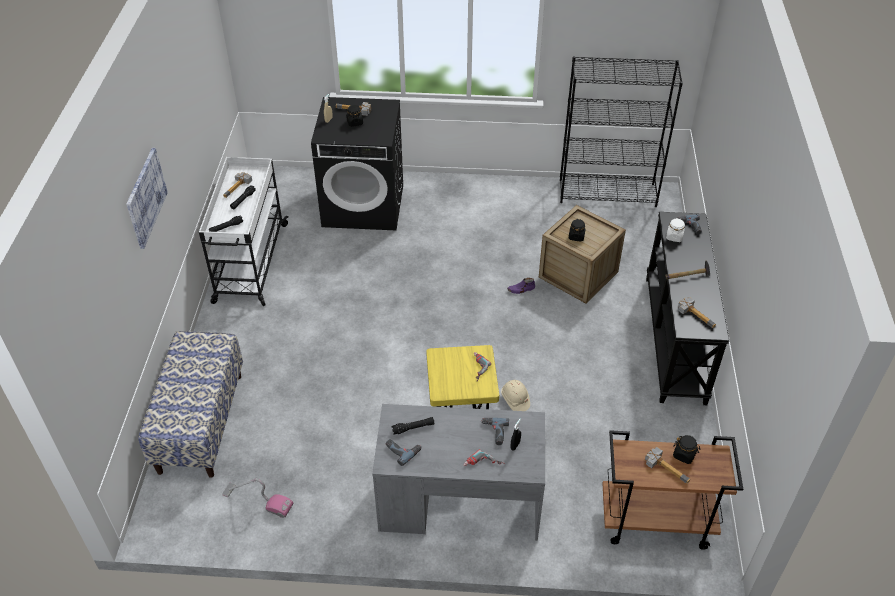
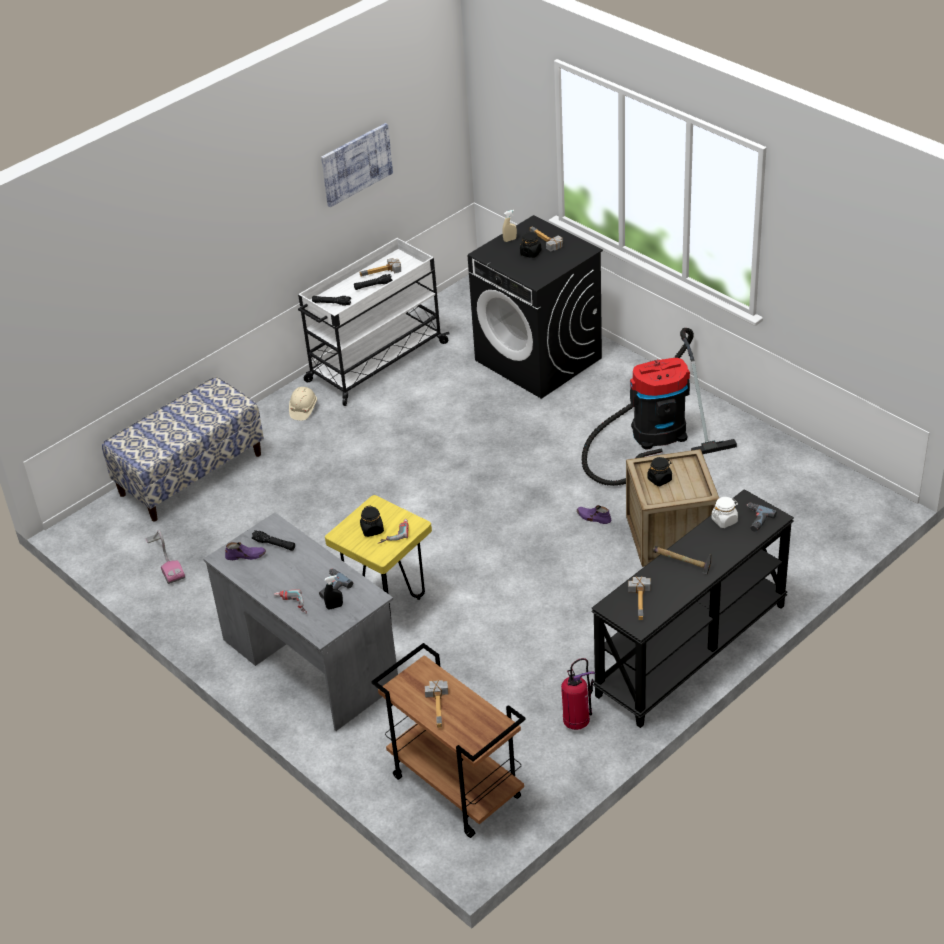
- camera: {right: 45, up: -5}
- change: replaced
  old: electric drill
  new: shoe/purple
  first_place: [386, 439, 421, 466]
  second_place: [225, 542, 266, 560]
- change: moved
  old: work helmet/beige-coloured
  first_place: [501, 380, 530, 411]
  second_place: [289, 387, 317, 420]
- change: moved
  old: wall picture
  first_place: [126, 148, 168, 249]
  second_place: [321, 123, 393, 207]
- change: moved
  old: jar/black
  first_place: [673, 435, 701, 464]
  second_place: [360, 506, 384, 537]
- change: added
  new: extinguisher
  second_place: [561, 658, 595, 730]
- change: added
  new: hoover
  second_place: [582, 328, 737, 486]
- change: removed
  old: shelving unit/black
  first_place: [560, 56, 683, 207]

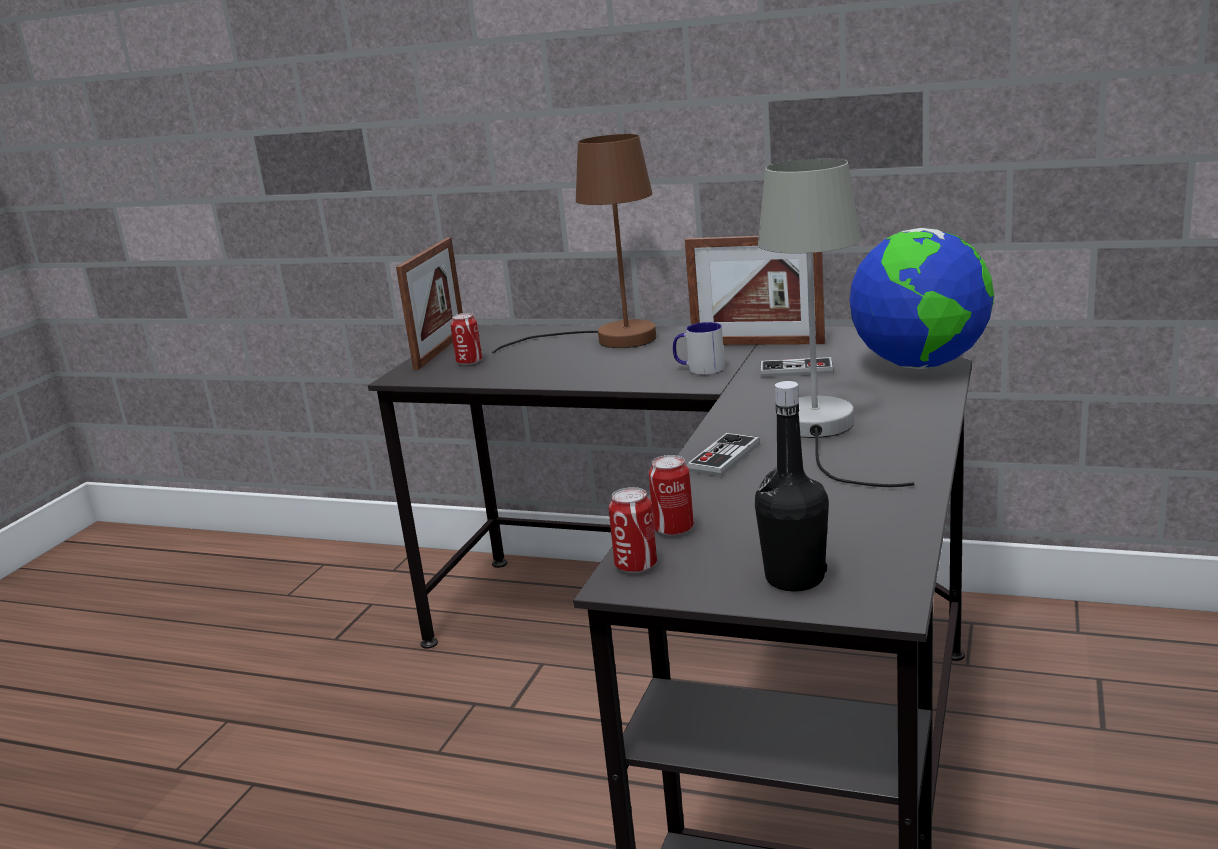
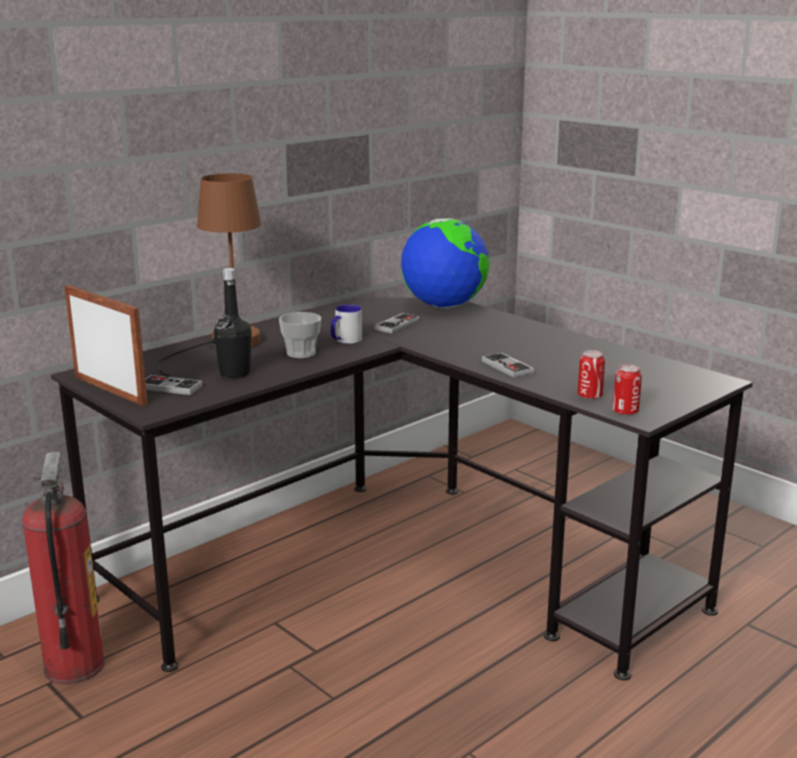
- camera: {right: -65, up: 0}
- change: added
  new: extinguisher
  second_place: [22, 452, 105, 684]
- change: replaced
  old: can
  new: game controller
  first_place: [451, 313, 482, 365]
  second_place: [145, 375, 203, 395]
- change: moved
  old: beverage bottle/black
  first_place: [755, 381, 829, 592]
  second_place: [214, 268, 252, 378]
- change: added
  new: cup
  second_place: [279, 312, 321, 358]
- change: removed
  old: picture frame
  first_place: [685, 236, 825, 345]
- change: removed
  old: tabletop lamp/gray
  first_place: [758, 158, 914, 487]

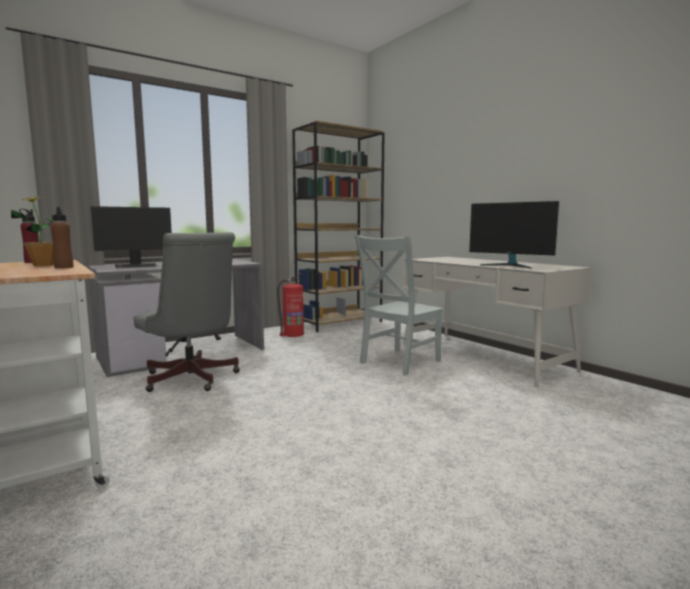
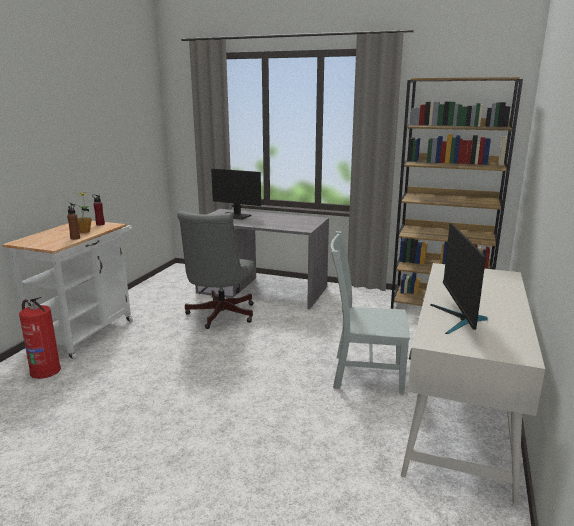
- camera: {right: 55, up: 10}
- change: moved
  old: extinguisher
  first_place: [277, 273, 304, 337]
  second_place: [19, 297, 61, 379]

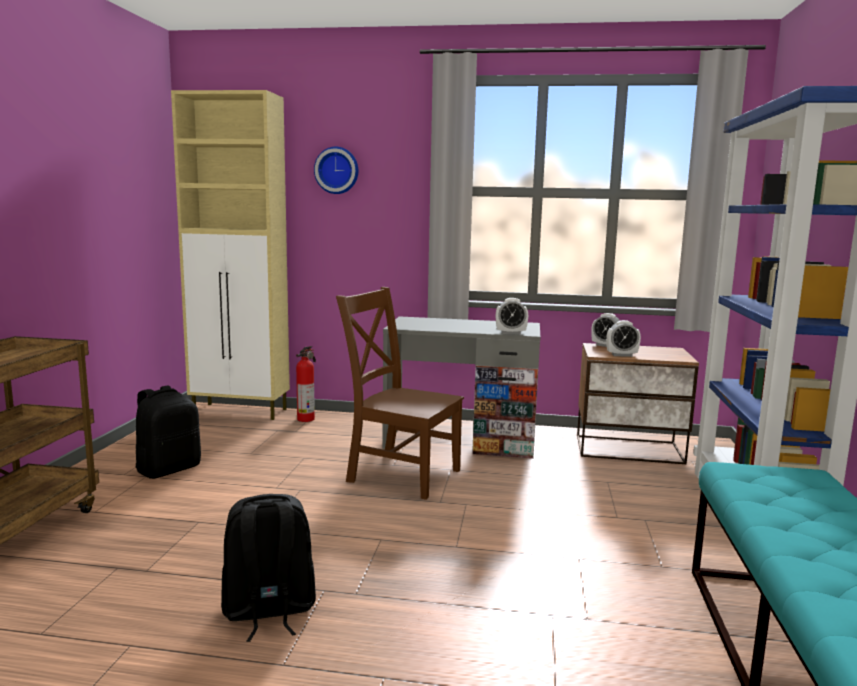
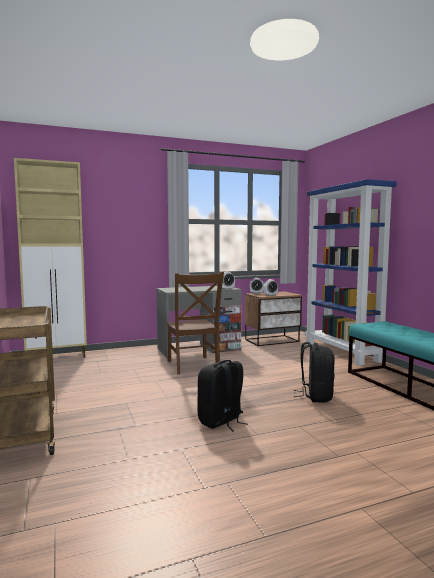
- camera: {right: -30, up: -5}
- change: turned
  old: upright chair/brown
  first_place: [336, 287, 464, 500]
  second_place: [166, 272, 224, 375]
  degrees: -105
- change: moved
  old: knapsack/black
  first_place: [135, 385, 201, 479]
  second_place: [293, 342, 335, 403]
- change: removed
  old: extinguisher
  first_place: [296, 346, 316, 422]
- change: removed
  old: clock on the wall
  first_place: [314, 147, 358, 194]

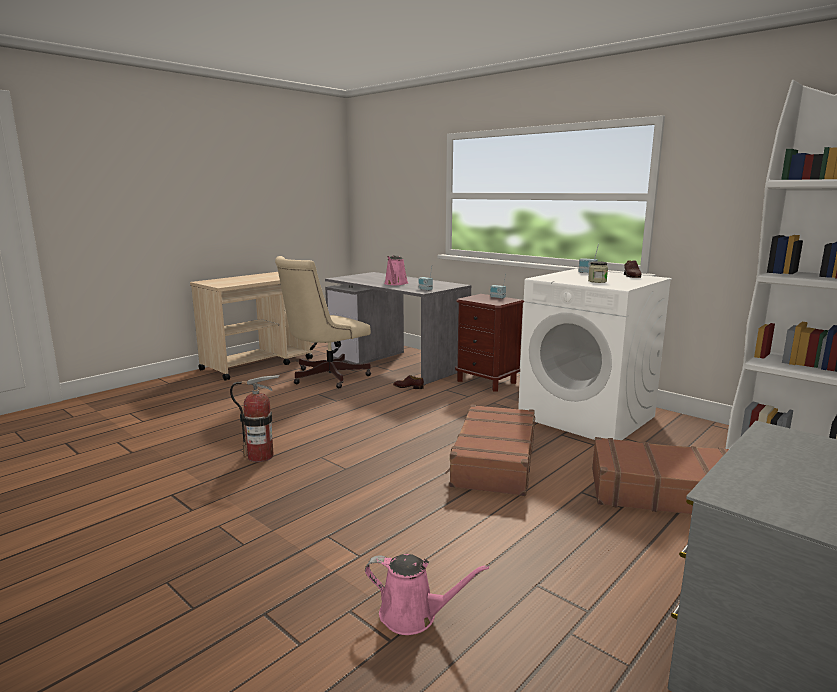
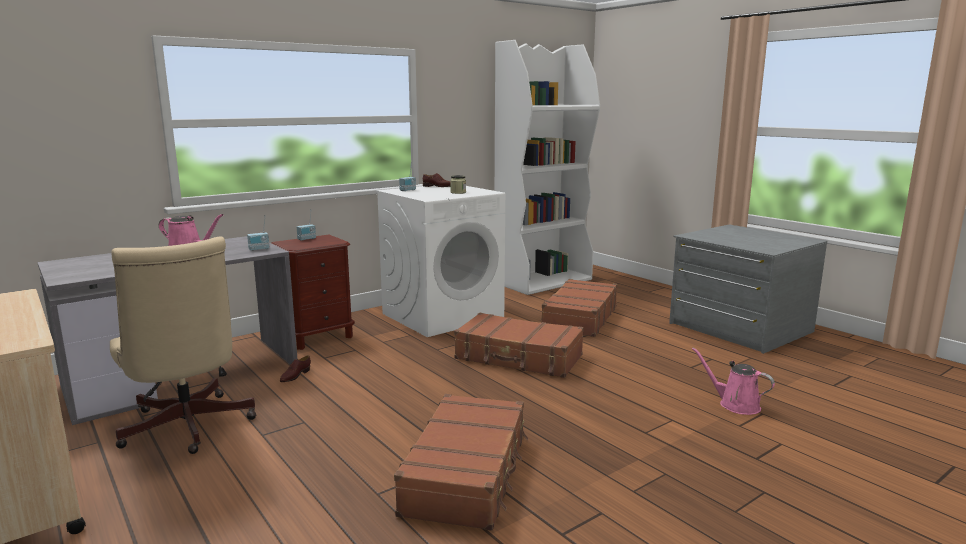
- camera: {right: -80, up: 0}
- change: replaced
  old: extinguisher
  new: suitcase/brown
  first_place: [230, 375, 280, 462]
  second_place: [394, 394, 528, 531]
- change: turned
  old: sprinkling can/pink
  first_place: [365, 554, 489, 635]
  second_place: [692, 348, 775, 415]
  degrees: -75

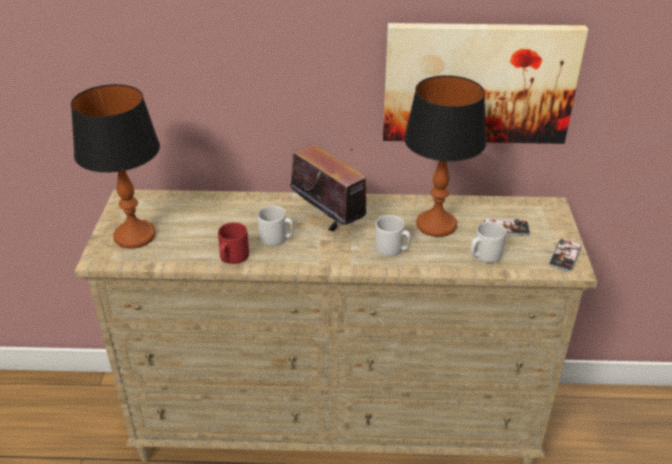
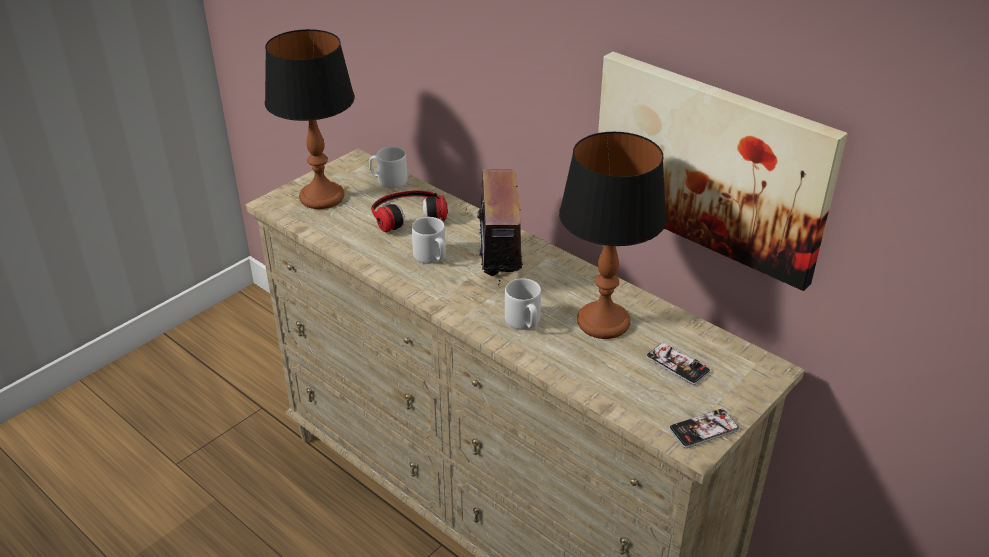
- camera: {right: 40, up: 0}
- change: moved
  old: mug/gray
  first_place: [470, 221, 506, 263]
  second_place: [369, 147, 408, 189]
- change: added
  new: pair of headphones
  second_place: [371, 190, 448, 232]
- change: removed
  old: mug/red-coloured
  first_place: [218, 222, 249, 264]

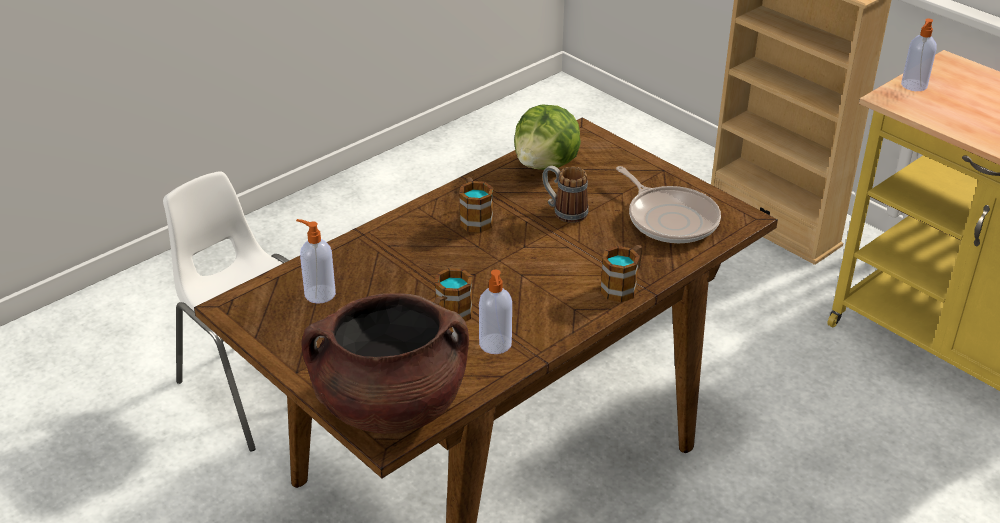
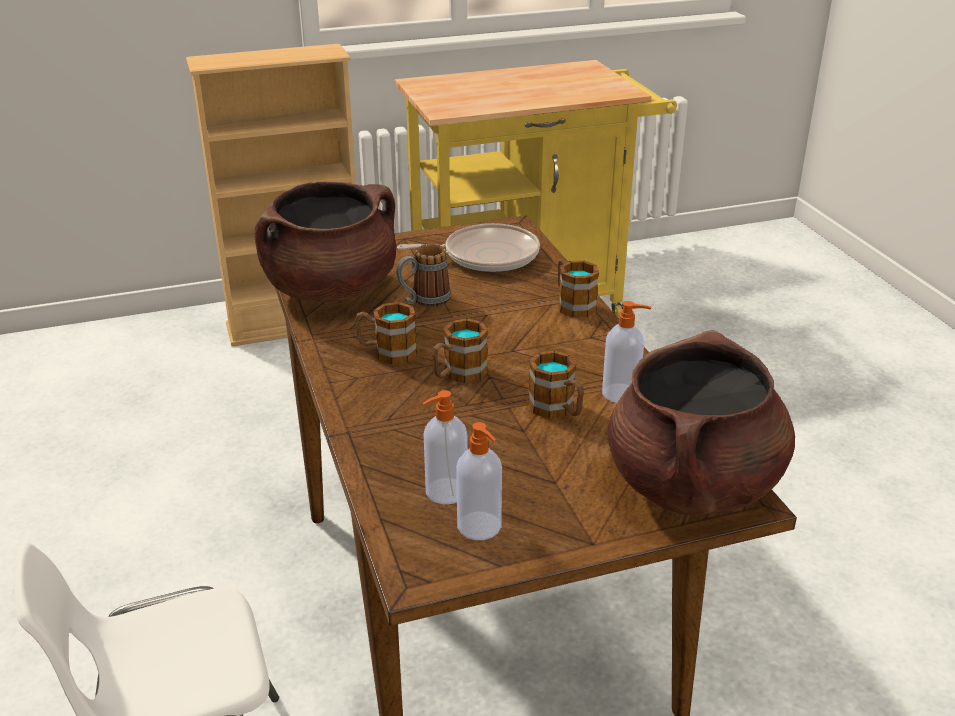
- camera: {right: -65, up: -5}
- change: replaced
  old: lettuce head
  new: saucepot/brown
  first_place: [514, 104, 581, 170]
  second_place: [255, 182, 396, 303]
- change: added
  new: mug
  second_place: [432, 318, 488, 383]
- change: moved
  old: soap bottle
  first_place: [901, 19, 937, 91]
  second_place: [456, 422, 502, 540]

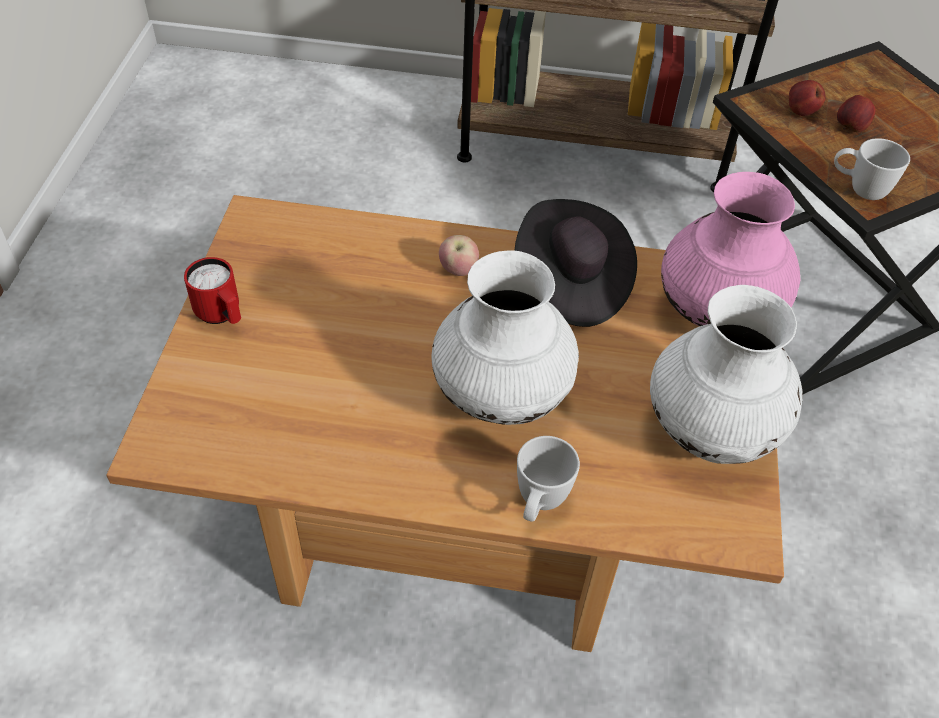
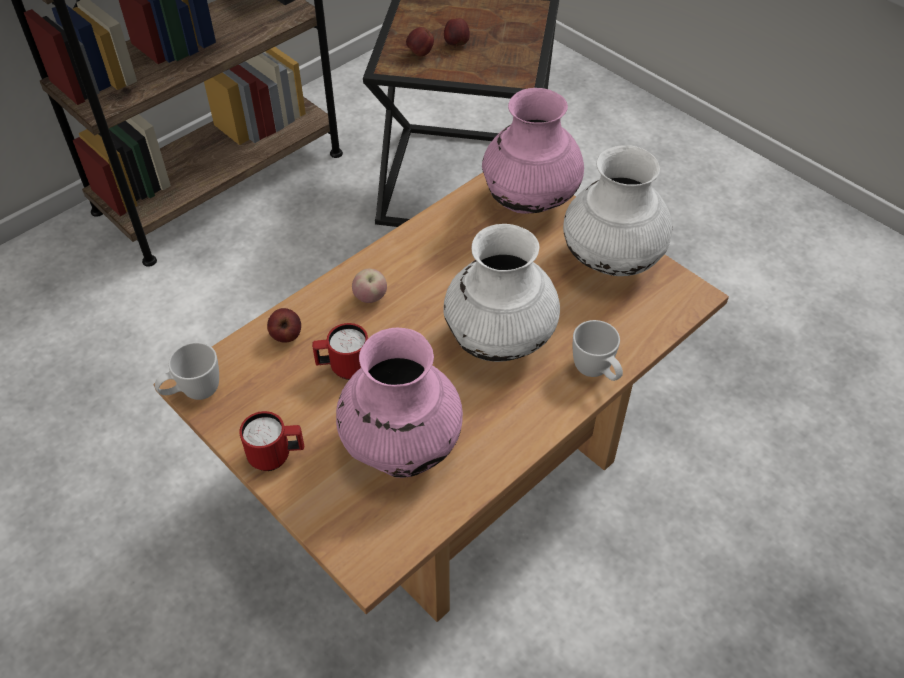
- camera: {right: -50, up: 0}
- change: moved
  old: mug/whitish
  first_place: [834, 138, 910, 200]
  second_place: [155, 342, 219, 400]
- change: added
  new: whole apple
  second_place: [267, 308, 301, 343]
- change: added
  new: mug/red-coloured
  second_place: [312, 323, 368, 380]
- change: added
  new: decorative vase/pink
  second_place: [336, 328, 463, 478]
- change: removed
  old: wearable hat/black
  first_place: [515, 199, 637, 327]

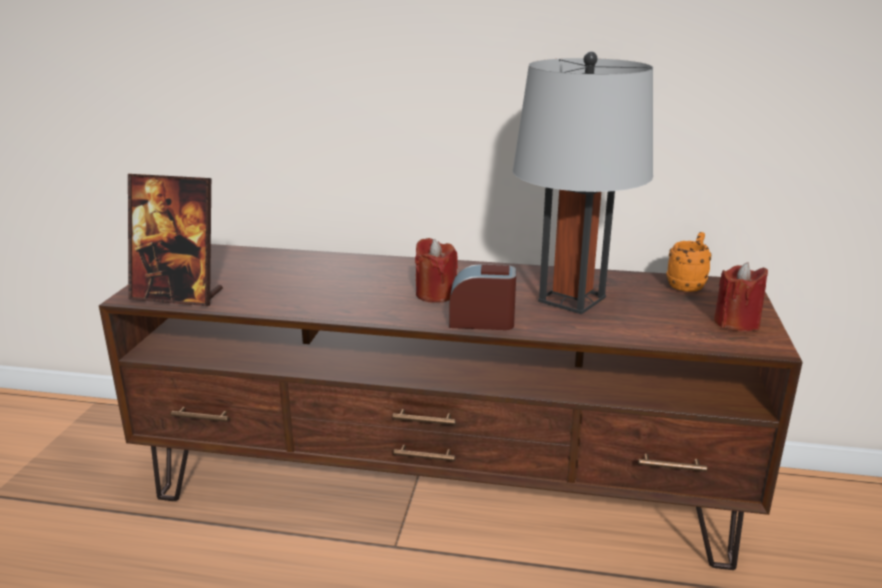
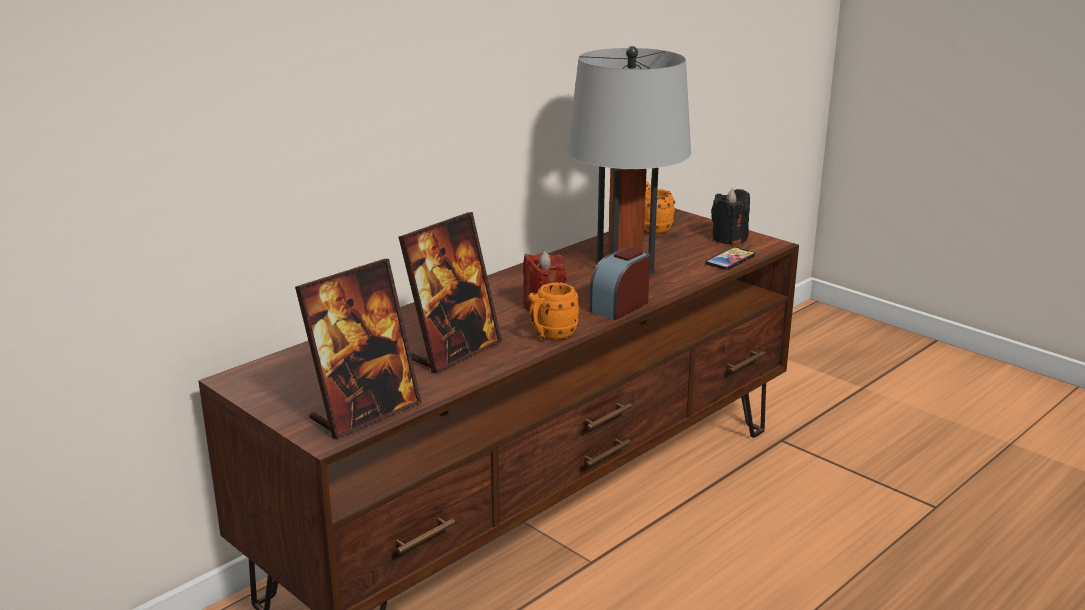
- camera: {right: -55, up: 0}
- change: added
  new: picture frame
  second_place: [399, 212, 502, 373]
- change: added
  new: mug/orangey
  second_place: [528, 282, 580, 340]
- change: added
  new: handset
  second_place: [706, 247, 755, 270]
- change: recoloured
  old: wax candle/red-coloured
  new: wax candle/black
  first_place: [714, 262, 768, 332]
  second_place: [711, 188, 750, 245]

